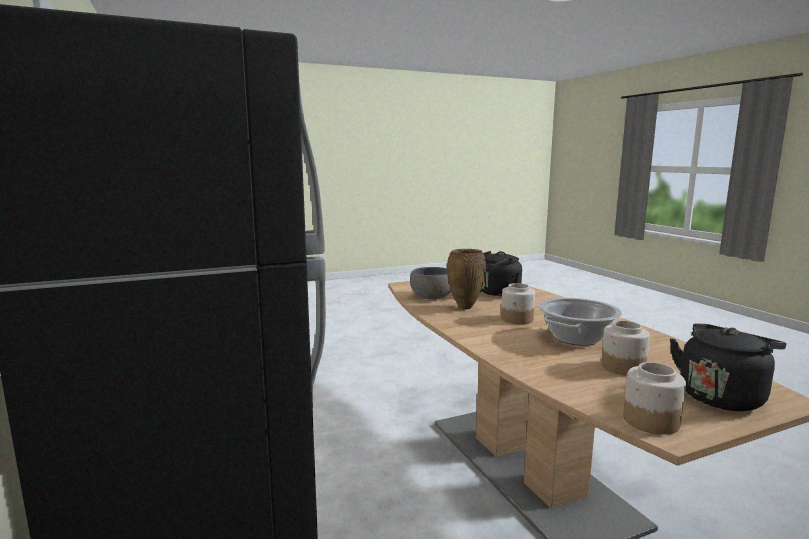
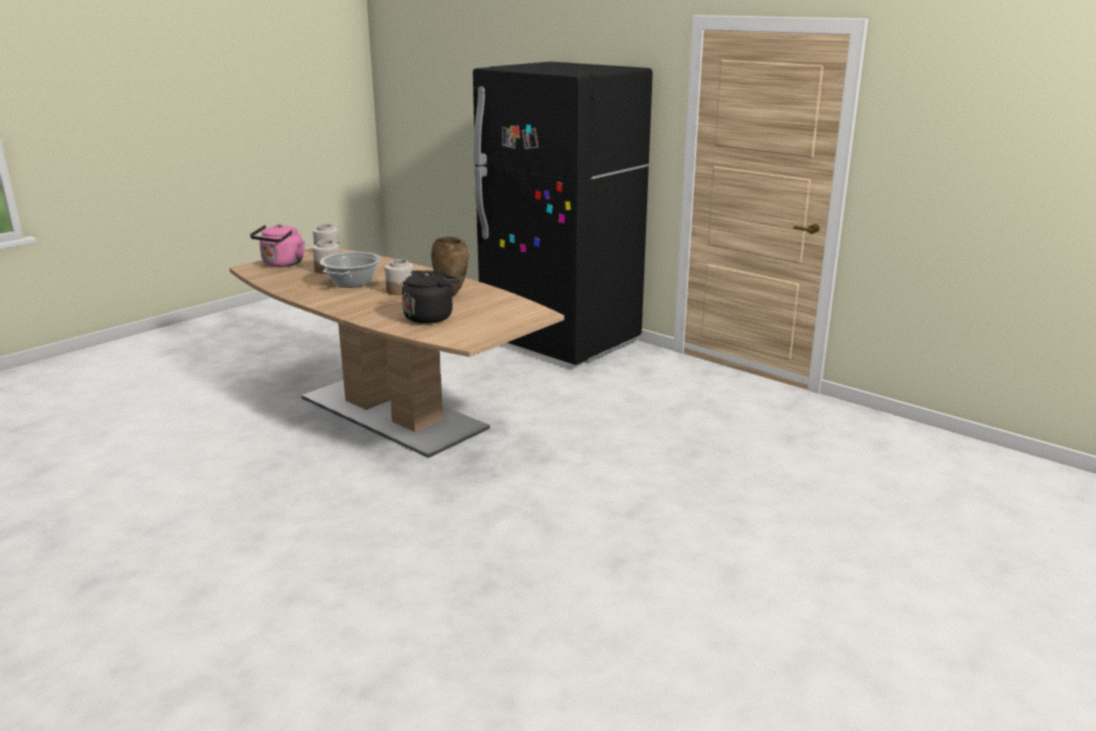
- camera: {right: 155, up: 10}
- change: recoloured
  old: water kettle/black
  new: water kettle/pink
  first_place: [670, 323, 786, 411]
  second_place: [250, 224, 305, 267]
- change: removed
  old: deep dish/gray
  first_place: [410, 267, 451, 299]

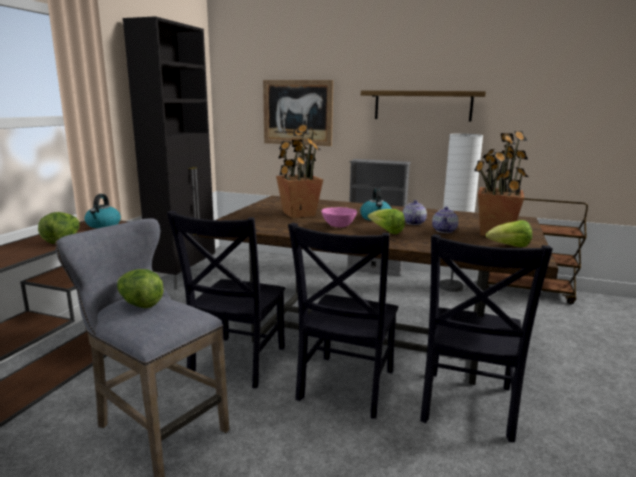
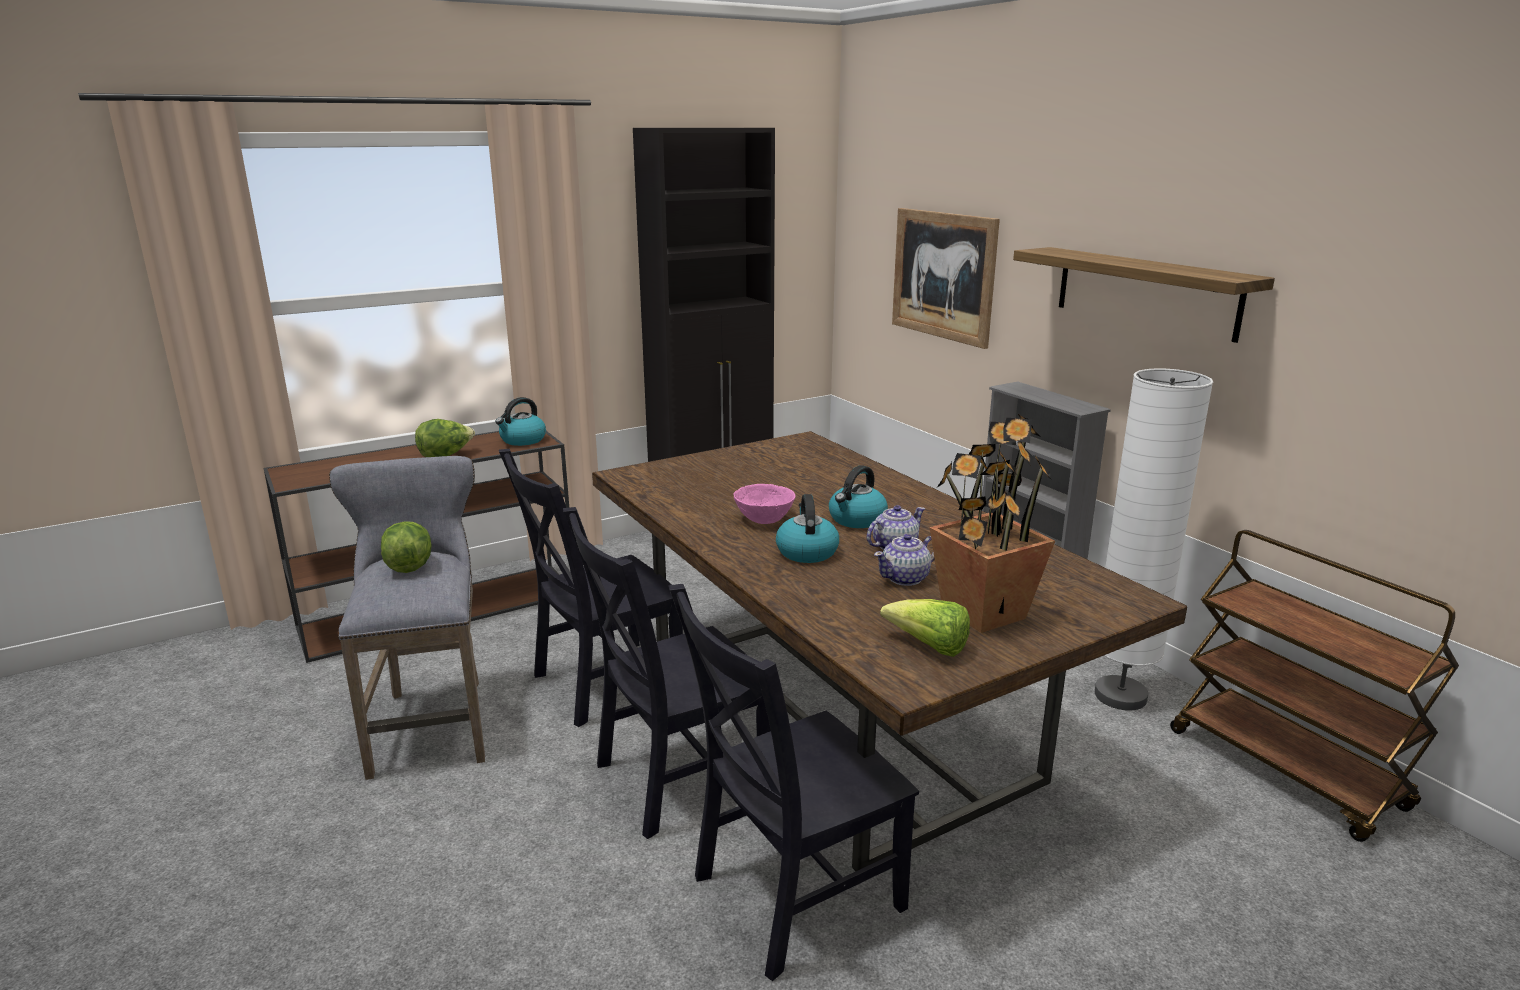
- camera: {right: 40, up: 5}
- change: replaced
  old: lettuce head
  new: water kettle
  first_place: [368, 209, 405, 234]
  second_place: [776, 494, 839, 563]
- change: removed
  old: houseplant
  first_place: [276, 124, 323, 218]

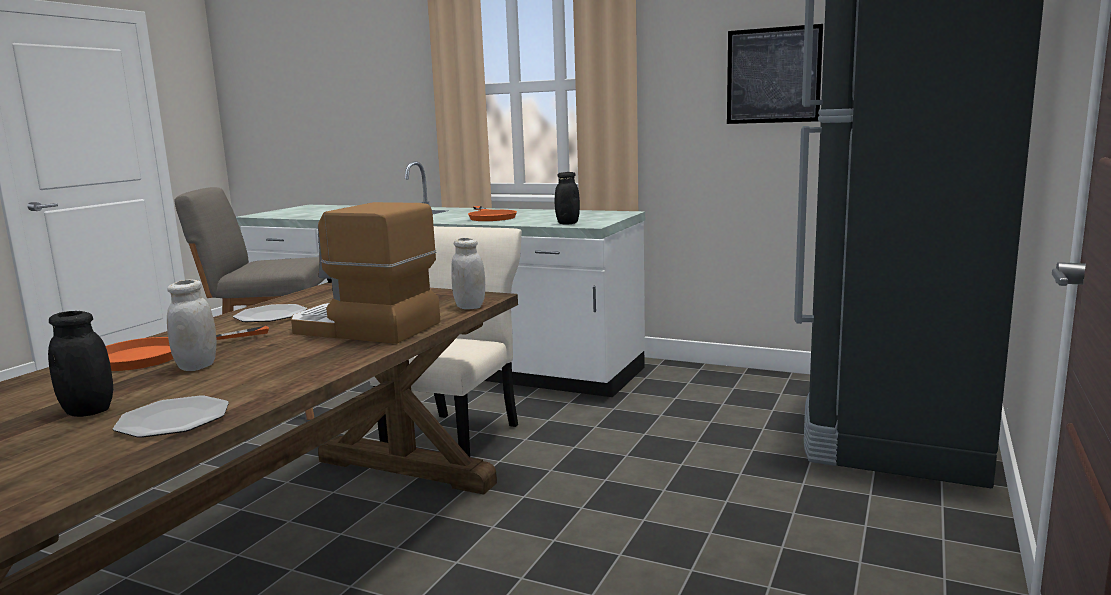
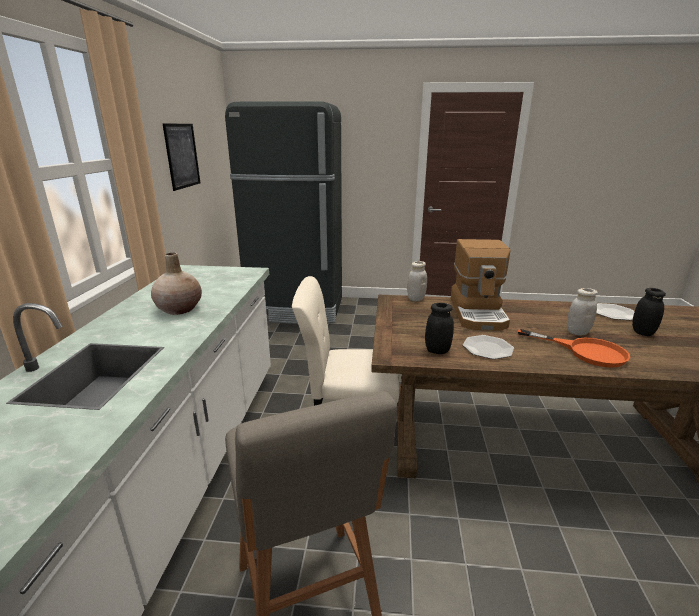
- camera: {right: -110, up: 10}
- change: replaced
  old: frying pan/orangey
  new: decorative vase/beige-coloured
  first_place: [468, 206, 517, 221]
  second_place: [151, 253, 202, 315]
- change: moved
  old: jar/black
  first_place: [555, 172, 580, 224]
  second_place: [425, 303, 454, 354]

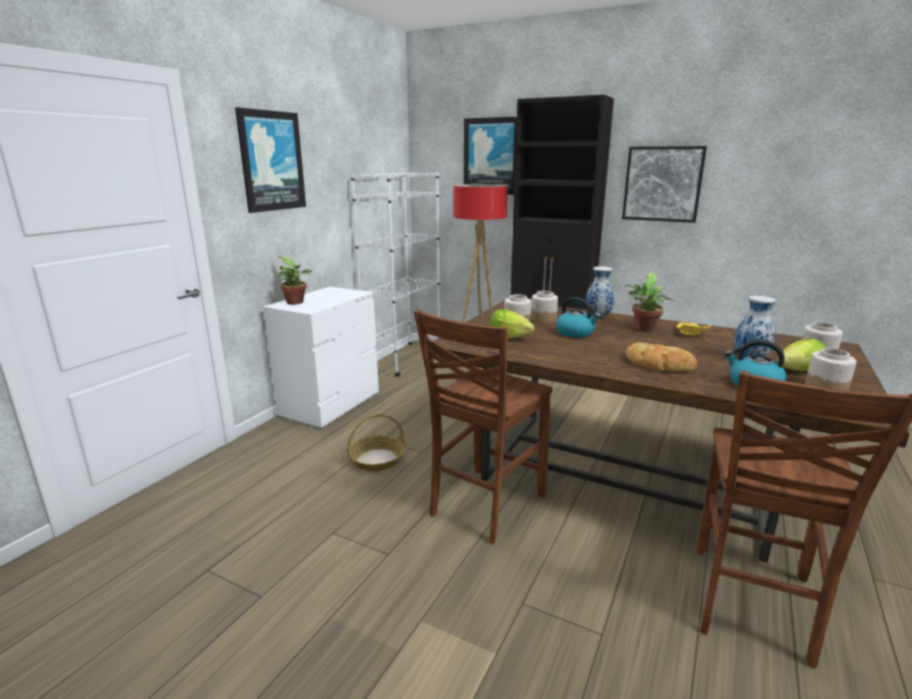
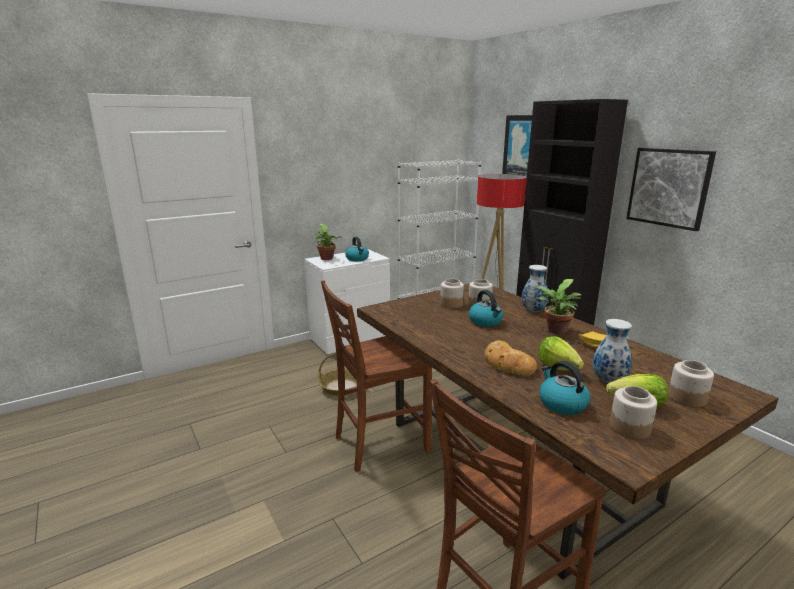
- camera: {right: 30, up: 0}
- change: added
  new: water kettle
  second_place: [345, 237, 369, 261]
- change: moved
  old: lettuce head
  first_place: [489, 309, 534, 339]
  second_place: [538, 336, 584, 370]
- change: removed
  old: wall picture
  first_place: [235, 107, 306, 213]

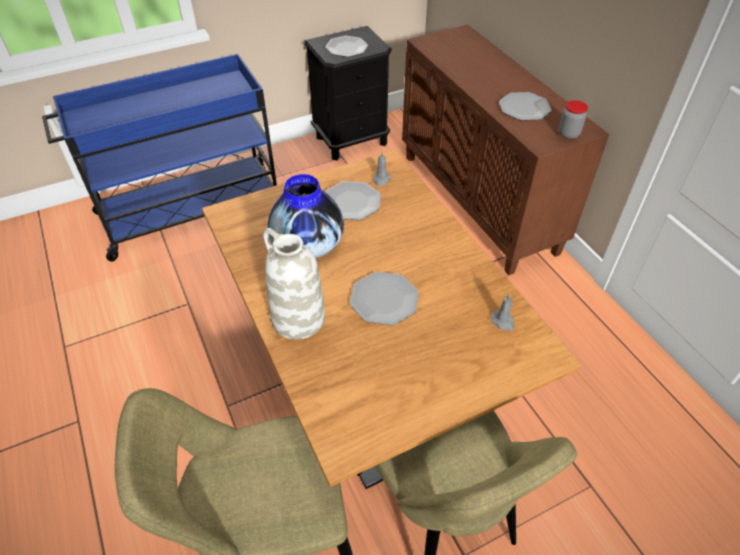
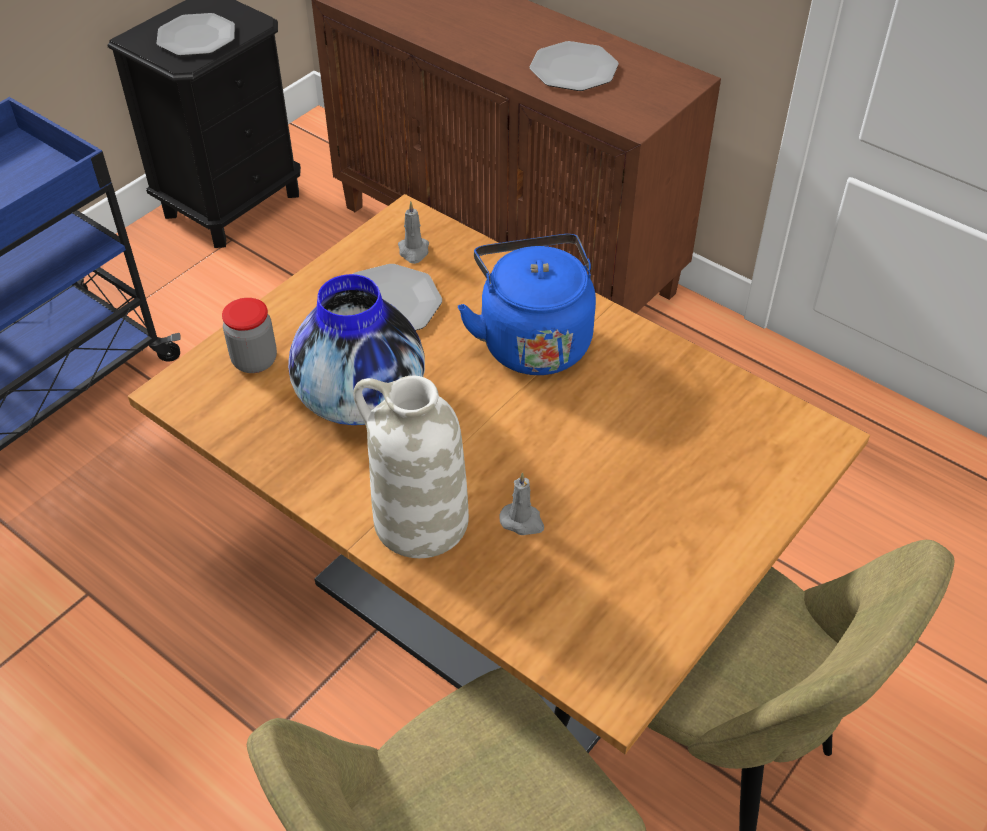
- camera: {right: -25, up: 0}
- change: moved
  old: jar
  first_place: [559, 100, 588, 139]
  second_place: [222, 298, 277, 373]
- change: added
  new: water kettle/blue-coloured
  second_place: [457, 234, 596, 375]
- change: moved
  old: wax candle/gray
  first_place: [490, 293, 514, 331]
  second_place: [499, 472, 544, 535]
- change: removed
  old: flat dish
  first_place: [349, 272, 419, 326]

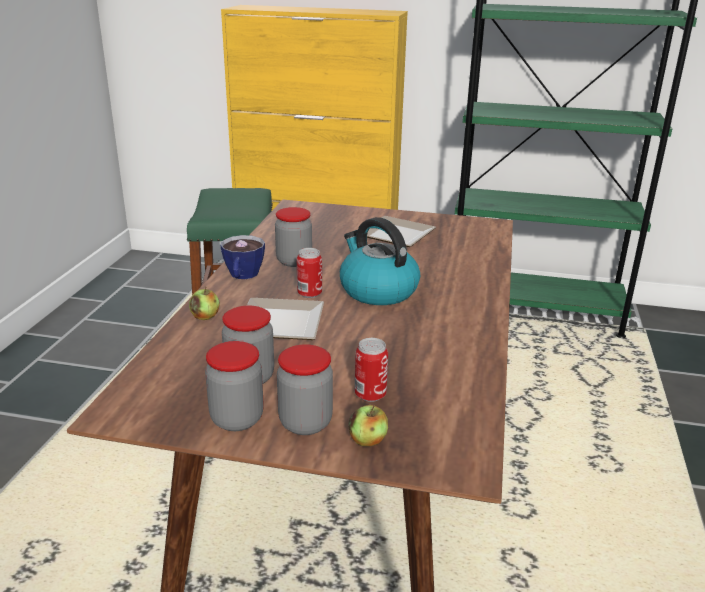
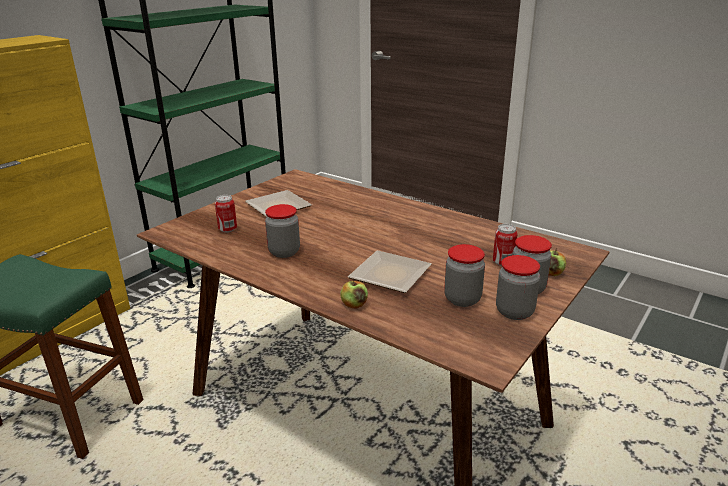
- camera: {right: -65, up: 0}
- change: moved
  old: can
  first_place: [297, 248, 322, 298]
  second_place: [215, 195, 237, 233]
- change: removed
  old: cup
  first_place: [220, 235, 265, 279]
- change: removed
  old: water kettle
  first_place: [340, 217, 420, 305]

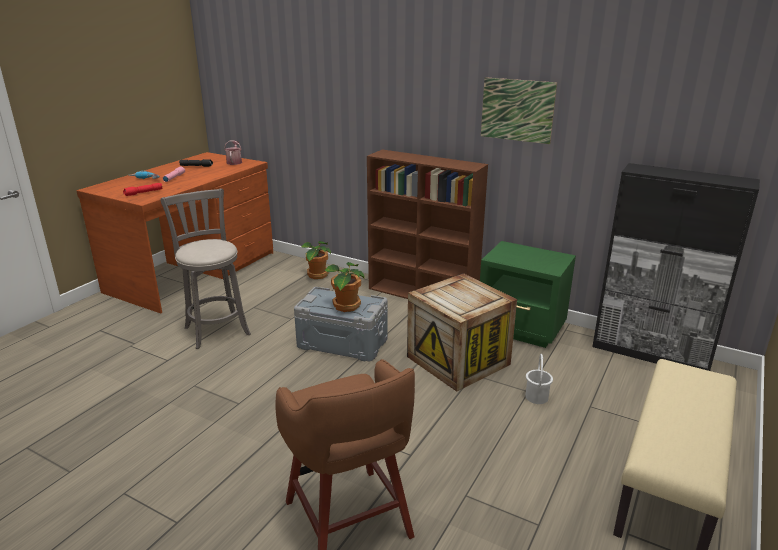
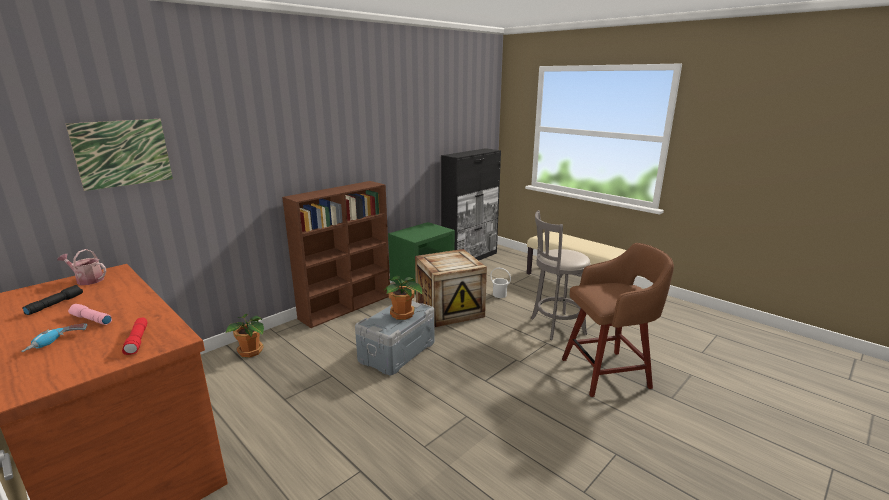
- camera: {right: -75, up: -5}
- change: moved
  old: wall picture
  first_place: [481, 77, 557, 144]
  second_place: [66, 119, 173, 191]
- change: moved
  old: stool seat/gray
  first_place: [160, 189, 251, 349]
  second_place: [531, 210, 591, 340]

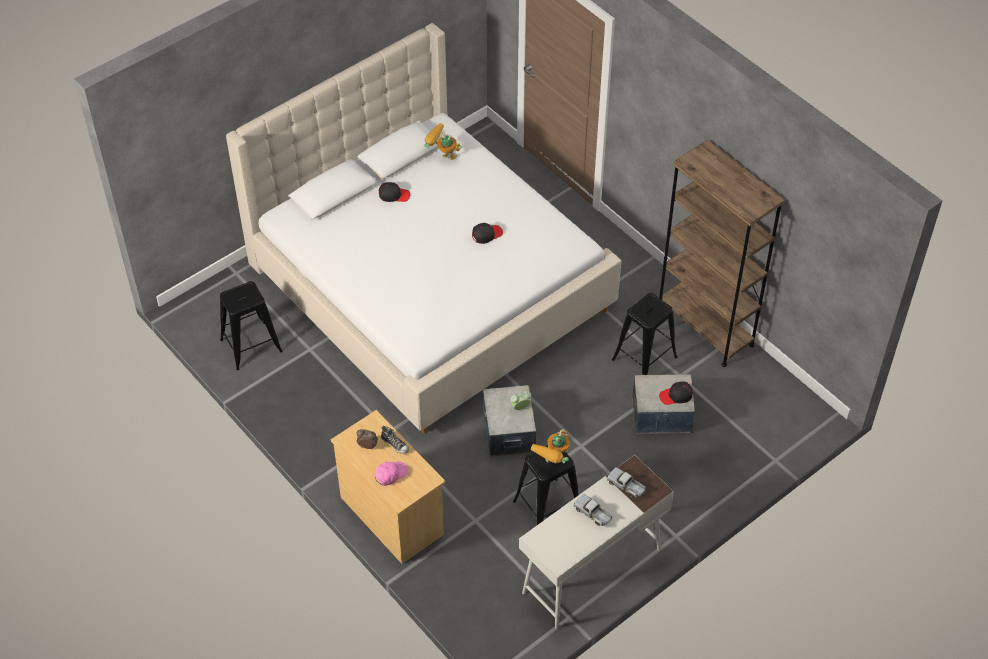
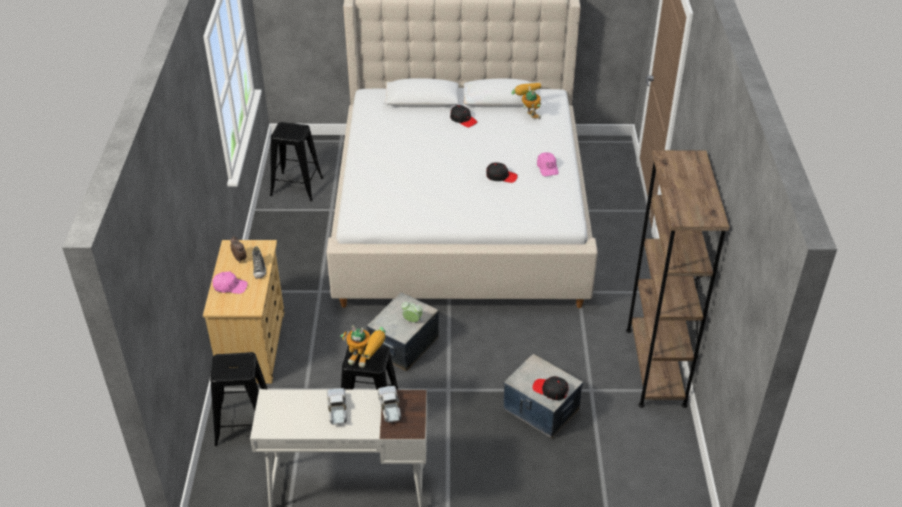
- camera: {right: 40, up: -10}
- change: moved
  old: stool seat/black
  first_place: [612, 293, 677, 375]
  second_place: [210, 352, 267, 446]
- change: turned
  old: model robot
  first_place: [531, 429, 570, 463]
  second_place: [340, 325, 386, 368]
  degrees: -135
- change: added
  new: baseball cap/pink
  second_place: [537, 152, 559, 176]

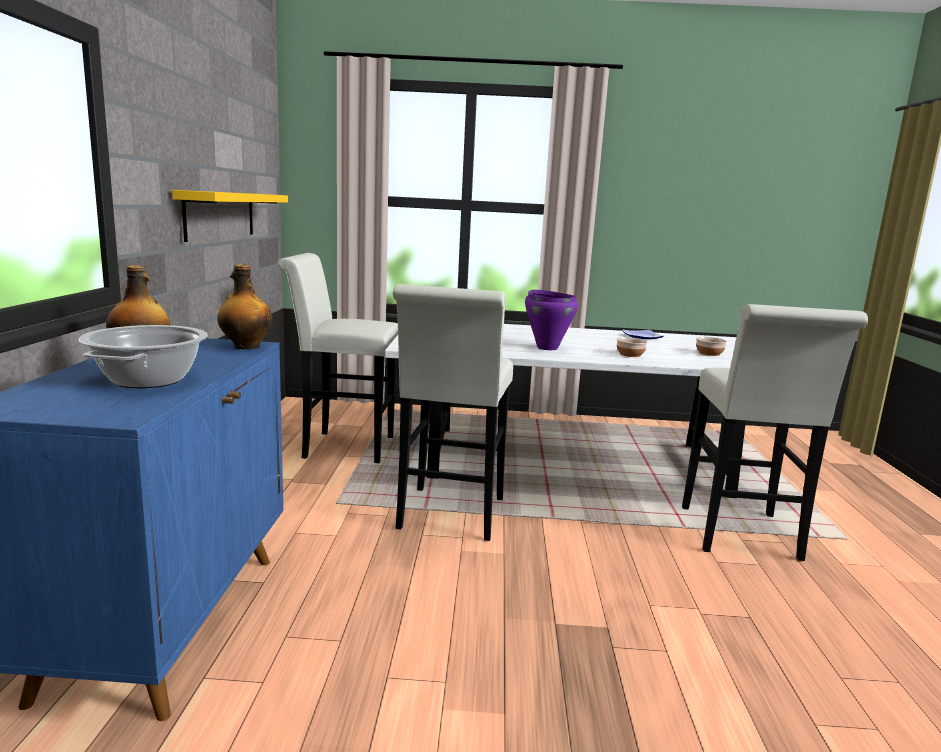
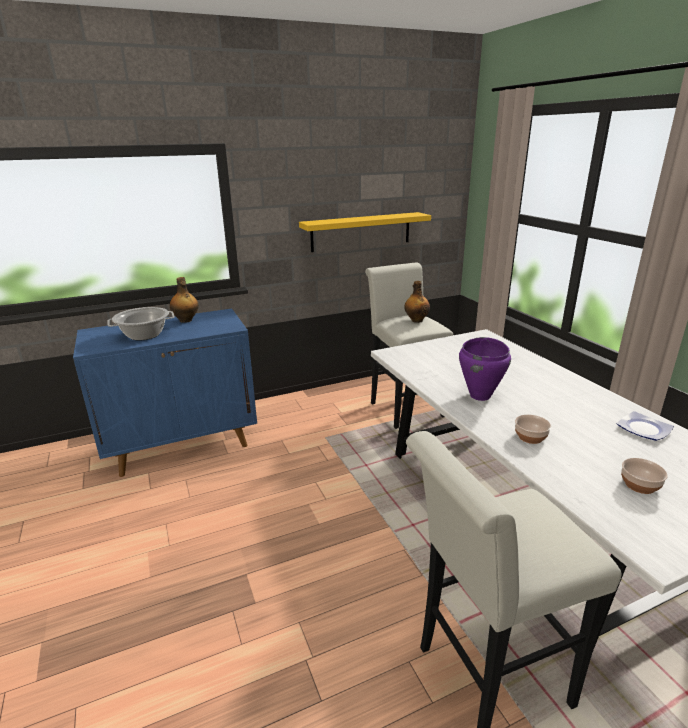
- camera: {right: 65, up: 10}
- change: moved
  old: beverage bottle
  first_place: [217, 264, 273, 350]
  second_place: [404, 281, 430, 323]
- change: removed
  old: stool seat/whitish
  first_place: [393, 284, 513, 541]

